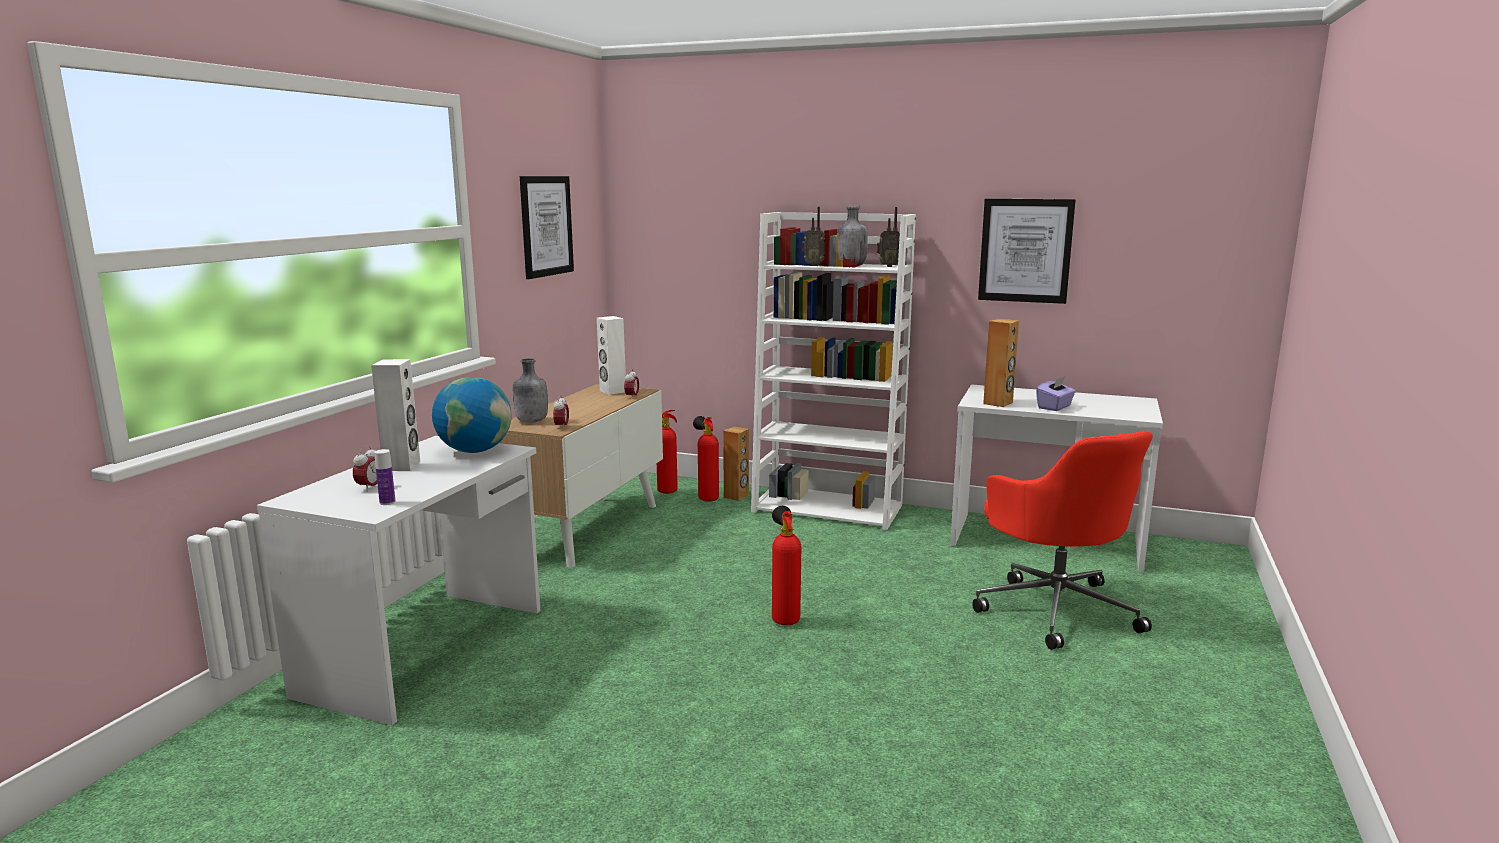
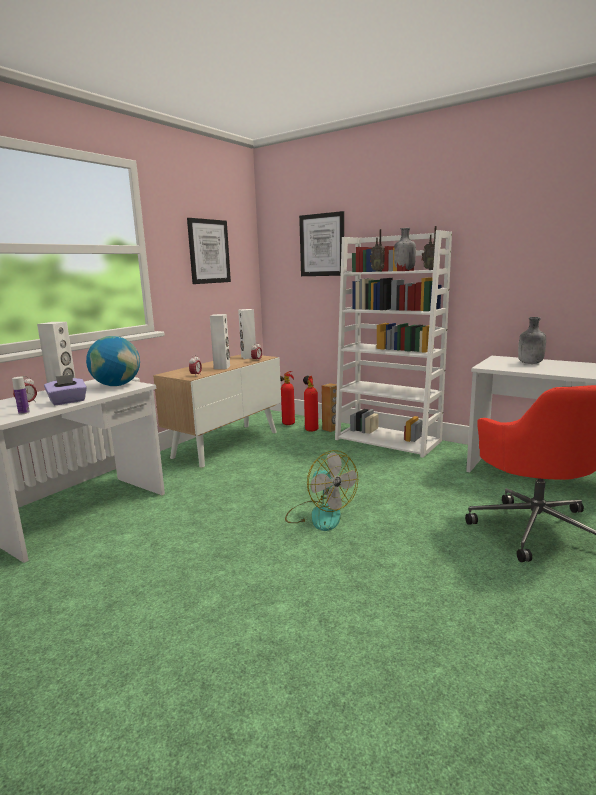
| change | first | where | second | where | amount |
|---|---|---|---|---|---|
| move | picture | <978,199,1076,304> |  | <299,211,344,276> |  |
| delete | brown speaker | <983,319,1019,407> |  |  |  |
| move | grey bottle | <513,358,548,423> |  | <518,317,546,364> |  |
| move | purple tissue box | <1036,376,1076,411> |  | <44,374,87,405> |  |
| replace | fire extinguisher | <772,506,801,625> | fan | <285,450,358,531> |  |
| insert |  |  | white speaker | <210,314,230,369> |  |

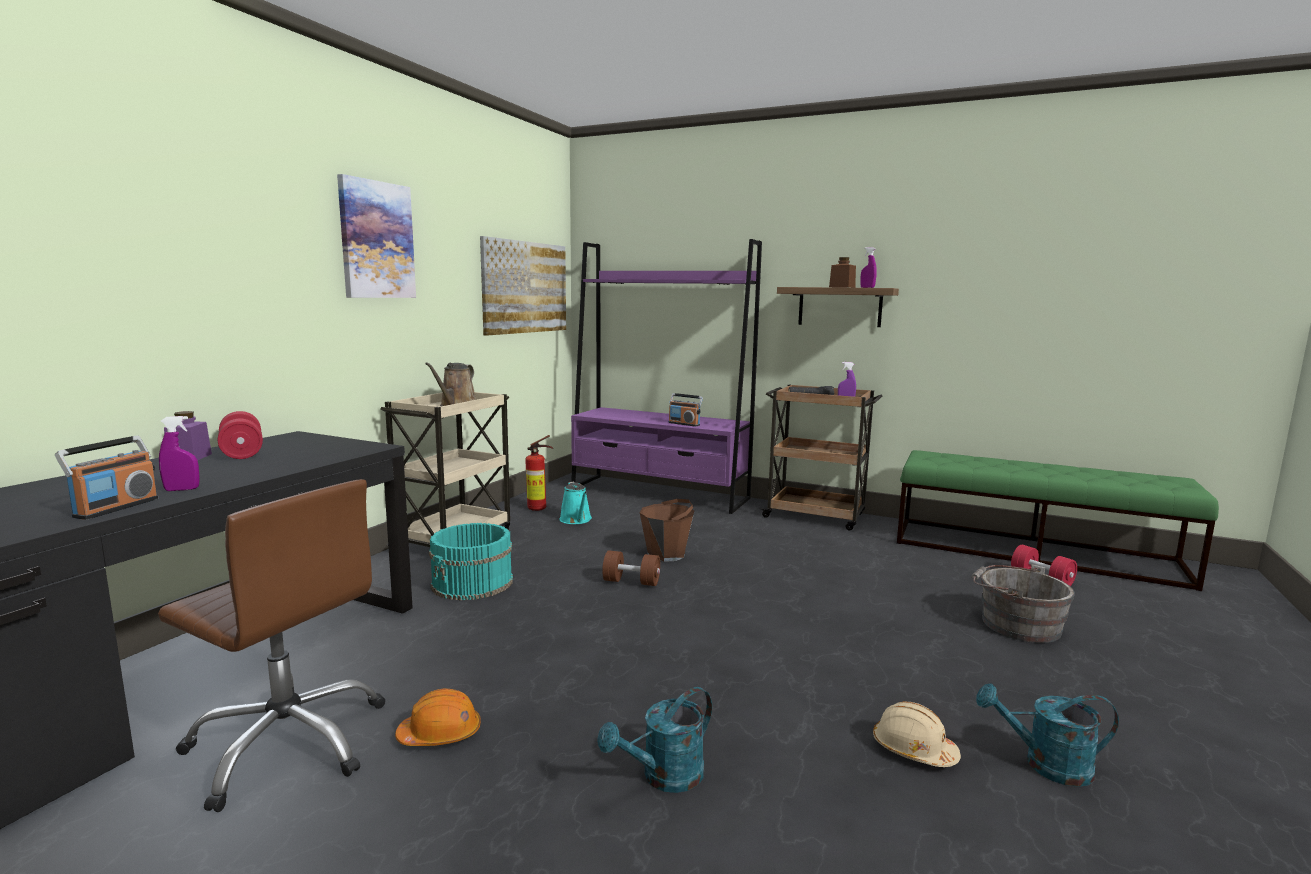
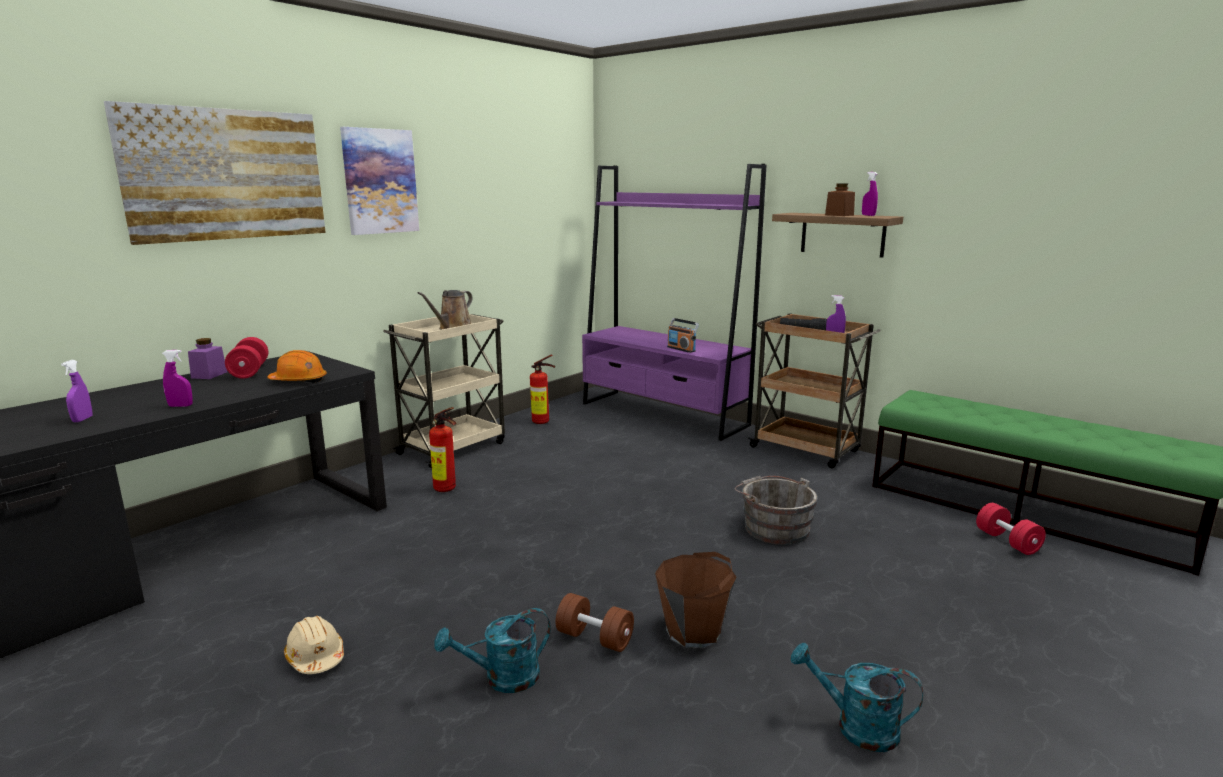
| change | first | where | second | where | amount |
|---|---|---|---|---|---|
| move | picture | <480,236,566,336> |  | <104,101,326,245> |  |
| delete | radio | <55,435,158,520> |  |  |  |
| delete | brown office chair | <158,479,385,812> |  |  |  |
| delete | turquoise watering can | <559,482,592,524> |  |  |  |
| move | brown bucket | <640,499,694,562> |  | <655,552,736,648> |  |
| replace | turquoise bucket | <429,523,513,601> | fire extinguisher | <429,407,456,492> |  |
| move | brown dumbbell | <602,550,660,586> |  | <555,593,634,652> |  |
| move | grey bucket | <971,564,1075,643> |  | <735,476,818,545> |  |
| move | orange hard hat | <395,689,481,746> |  | <267,350,327,383> |  |
| move | beige hard hat | <873,702,961,767> |  | <284,616,344,674> |  |
| insert |  |  | purple spray bottle | <61,360,93,422> |  |

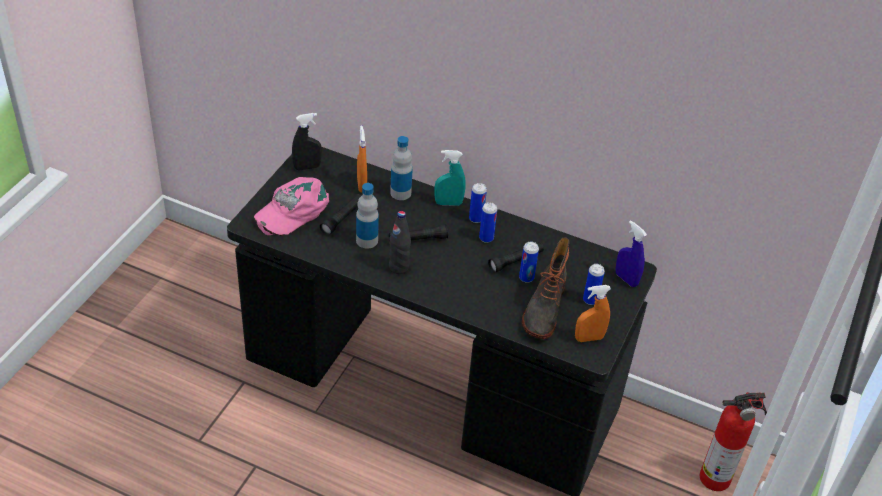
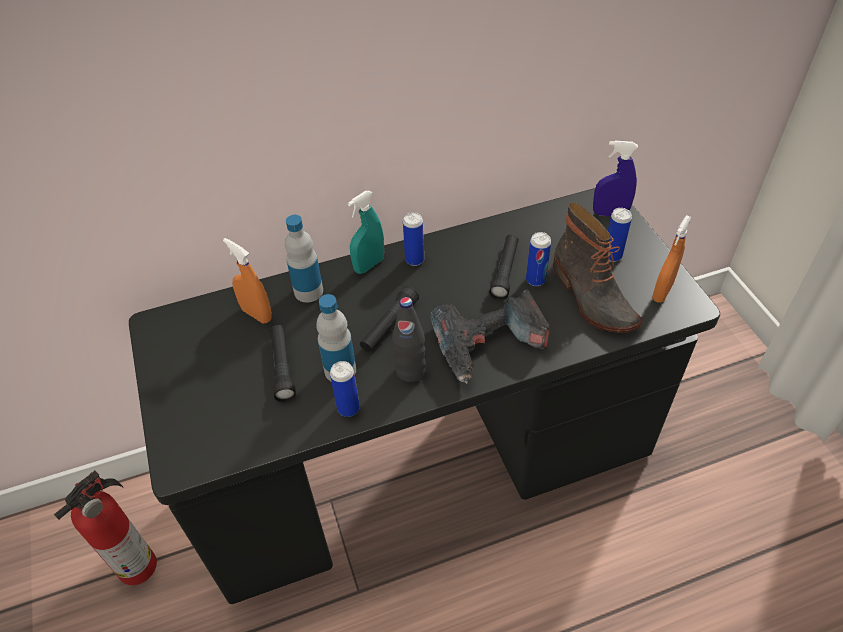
| change | first | where | second | where | amount |
|---|---|---|---|---|---|
| delete | black spray bottle | <292,113,322,170> |  |  |  |
| delete | pink cap | <254,177,329,236> |  |  |  |
| move | can | <479,202,497,243> |  | <330,361,360,417> |  |
| move | fire extinguisher | <700,392,767,491> |  | <54,470,157,585> |  |
| insert |  |  | power drill | <430,290,550,384> |  |

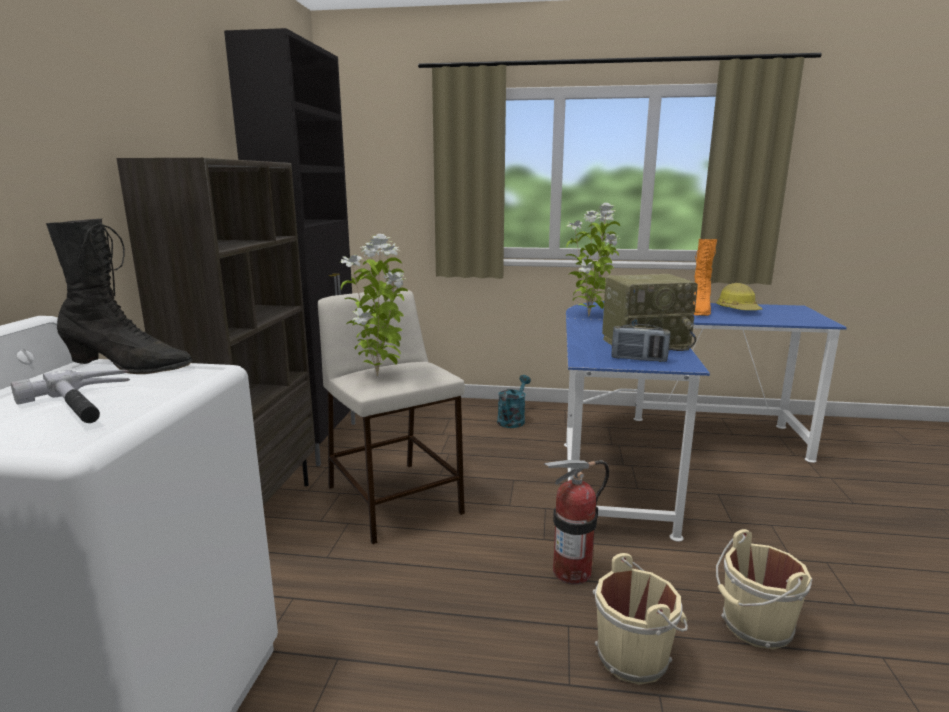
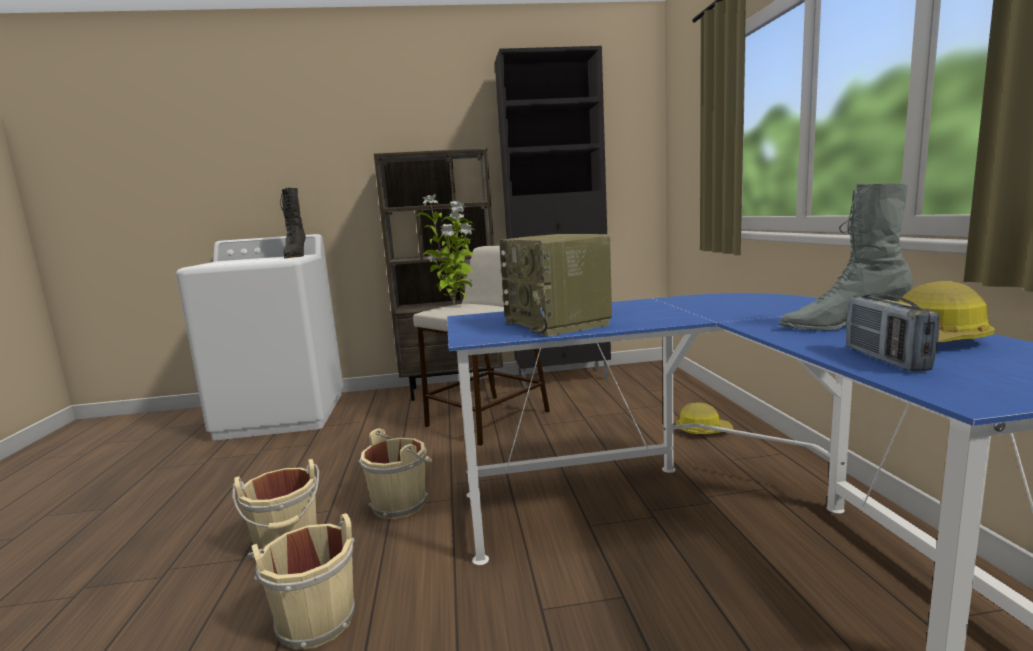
| change | first | where | second | where | amount |
|---|---|---|---|---|---|
| delete | potted plant | <566,203,620,317> |  |  |  |
| recolor | orange boot | <693,239,717,316> | grey boot | <779,184,913,331> |  |
| move | radio | <611,324,670,362> |  | <846,294,939,371> |  |
| delete | hammer | <11,370,130,423> |  |  |  |
| replace | turquoise watering can | <497,375,531,428> | hard hat | <676,403,733,434> |  |
| replace | fire extinguisher | <544,460,609,585> | beige bucket | <358,428,433,519> |  |

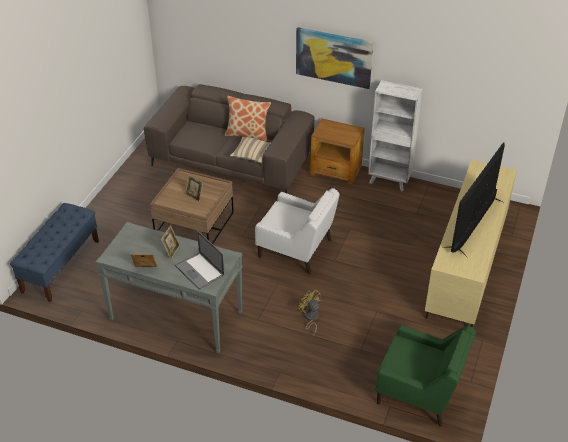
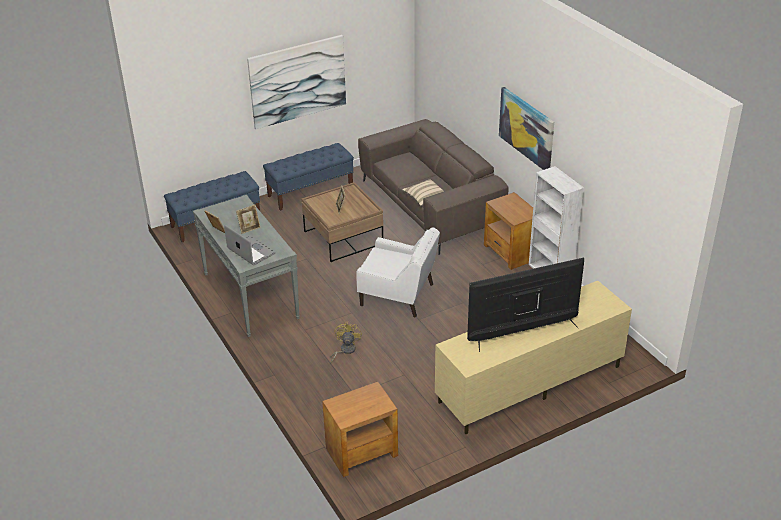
| change | first | where | second | where | amount |
|---|---|---|---|---|---|
| delete | pillow | <224,96,271,142> |  |  |  |
| rotate | white armchair | <255,188,340,274> |  | <356,227,440,318> | 45 degrees counterclockwise |
| rotate | laptop | <175,231,225,290> |  | <224,225,275,266> | 135 degrees clockwise |
| replace | green armchair | <376,325,476,426> | brown side table | <322,382,398,477> |  |
| insert |  |  | picture | <247,35,346,129> |  |
| insert |  |  | blue bench | <263,143,354,211> |  |

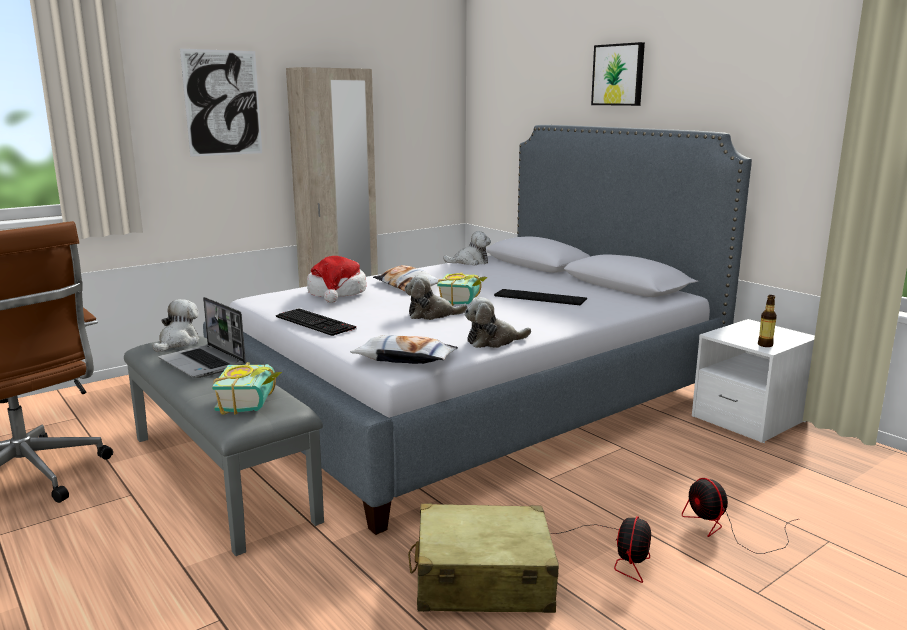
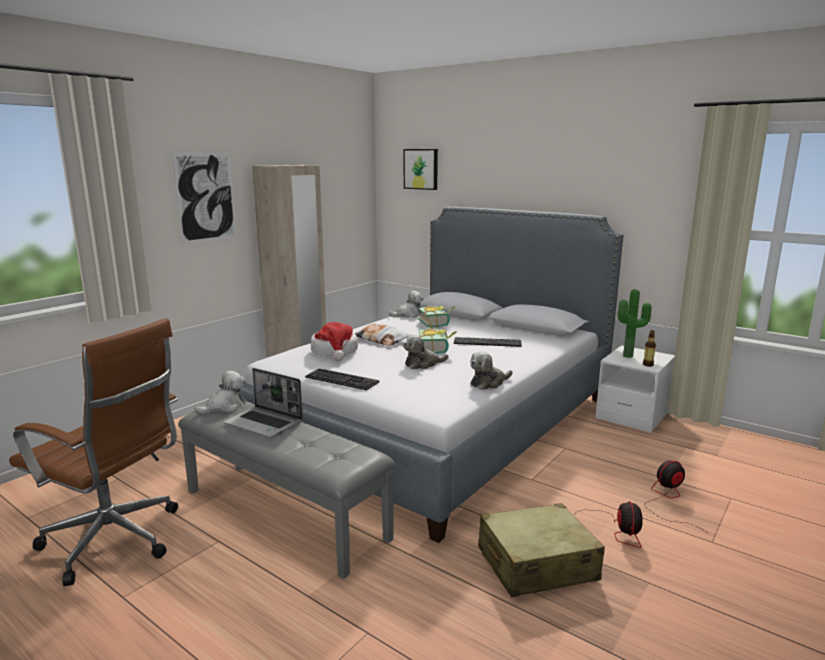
| change | first | where | second | where | amount |
|---|---|---|---|---|---|
| move | picture | <591,42,645,106> |  | <404,149,438,190> |  |
| rotate | plush toy | <153,299,199,352> |  | <195,371,245,414> | 45 degrees clockwise |
| delete | pillow | <350,335,458,364> |  |  |  |
| move | book | <212,362,282,415> |  | <418,306,454,329> |  |
| rotate | fan | <682,478,798,554> |  | <645,460,709,534> | 105 degrees clockwise |
| insert |  |  | potted plant | <618,289,652,358> |  |

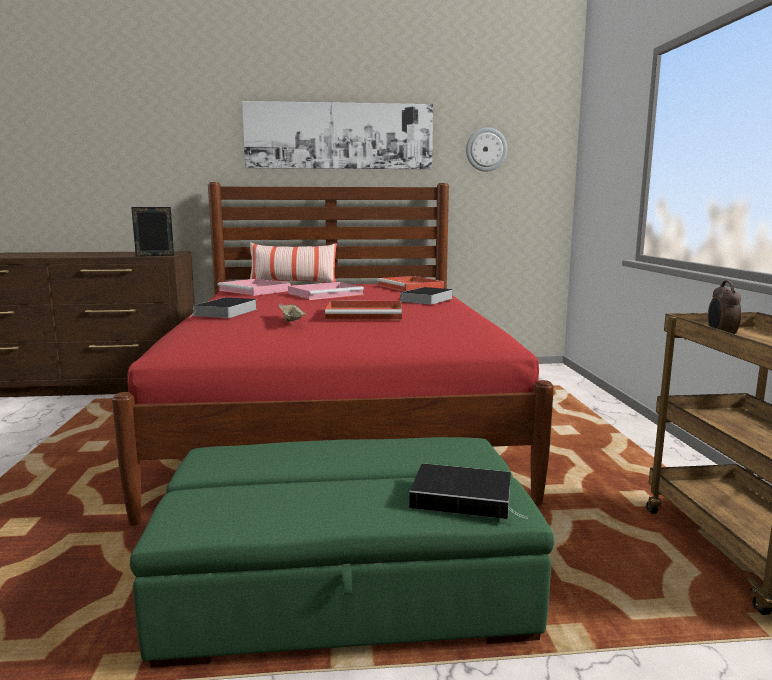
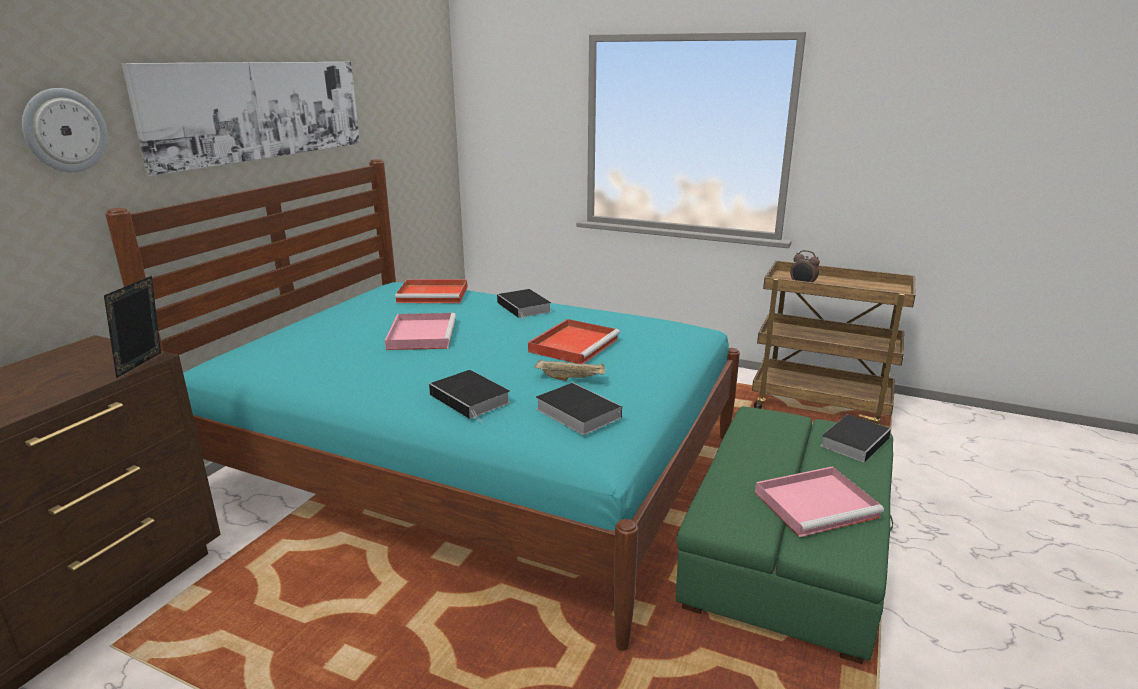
| change | first | where | second | where | amount |
|---|---|---|---|---|---|
| move | wall clock | <466,127,507,172> |  | <22,88,108,172> |  |
| recolor | red bed | <112,182,554,526> | turquoise bed | <105,159,740,651> |  |
| delete | pillow | <250,243,337,283> |  |  |  |
| move | pink tray | <217,279,290,296> |  | <755,466,884,537> |  |
| insert |  |  | book | <536,383,622,435> |  |

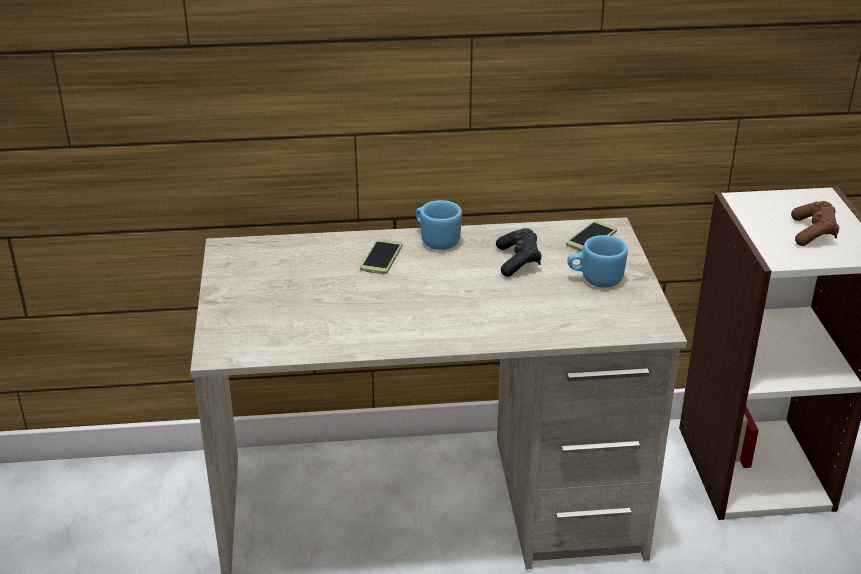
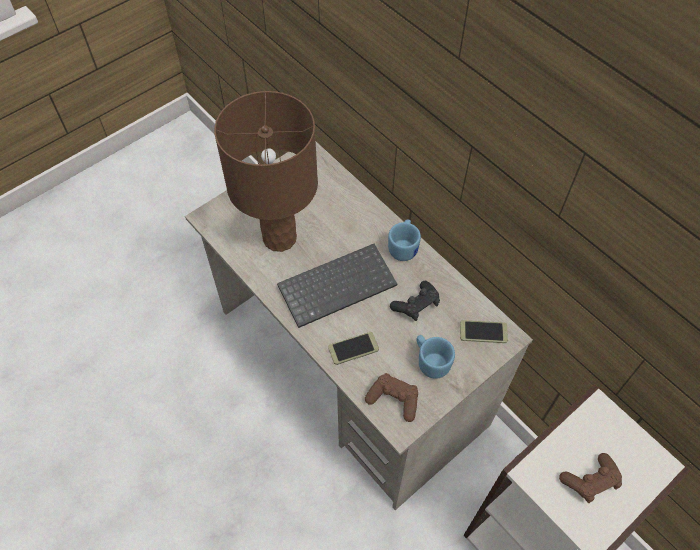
| change | first | where | second | where | amount |
|---|---|---|---|---|---|
| move | phone | <360,239,403,274> |  | <328,332,379,365> |  |
| insert |  |  | brown table lamp | <214,91,318,252> |  |
| insert |  |  | keyboard | <277,244,397,328> |  |
| insert |  |  | brown game controller | <365,373,418,422> |  |

